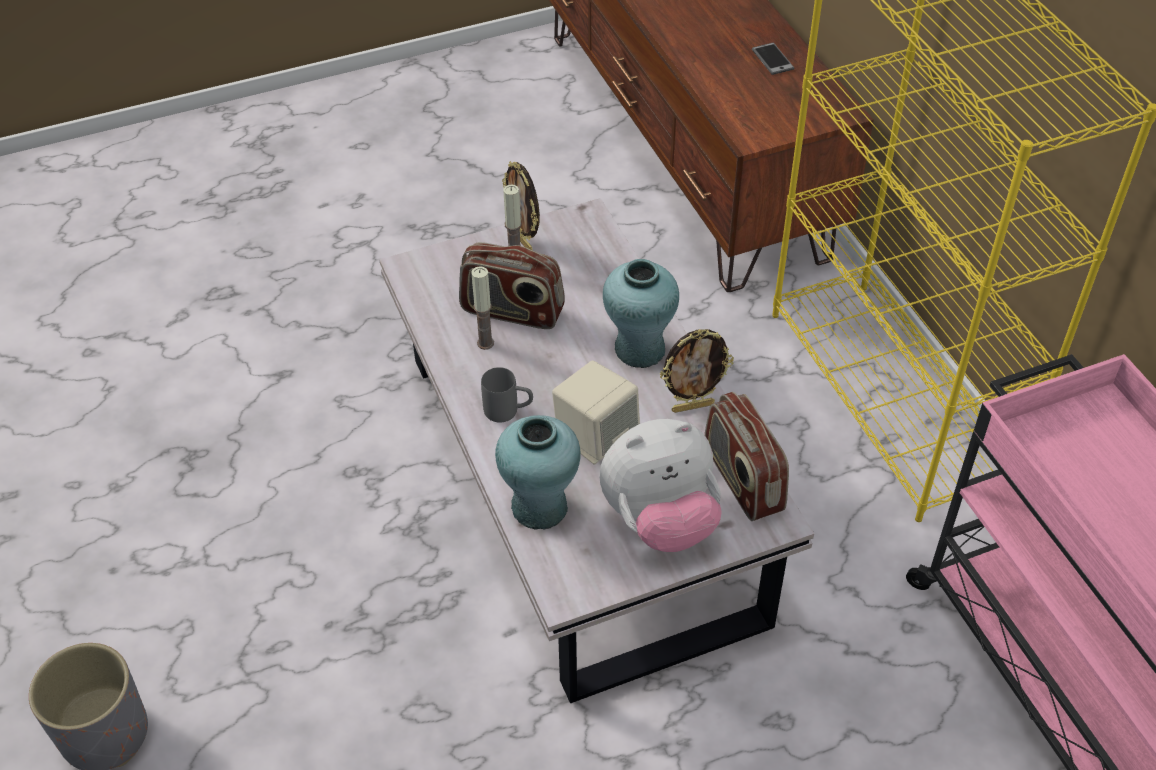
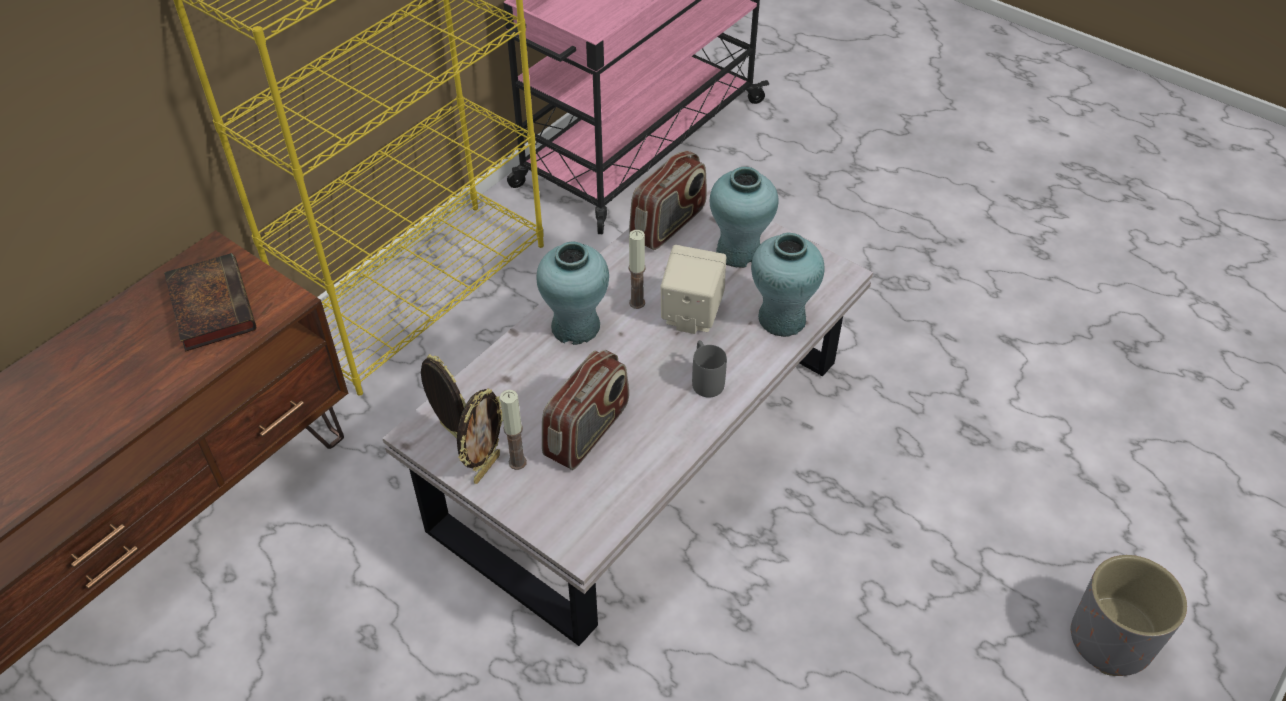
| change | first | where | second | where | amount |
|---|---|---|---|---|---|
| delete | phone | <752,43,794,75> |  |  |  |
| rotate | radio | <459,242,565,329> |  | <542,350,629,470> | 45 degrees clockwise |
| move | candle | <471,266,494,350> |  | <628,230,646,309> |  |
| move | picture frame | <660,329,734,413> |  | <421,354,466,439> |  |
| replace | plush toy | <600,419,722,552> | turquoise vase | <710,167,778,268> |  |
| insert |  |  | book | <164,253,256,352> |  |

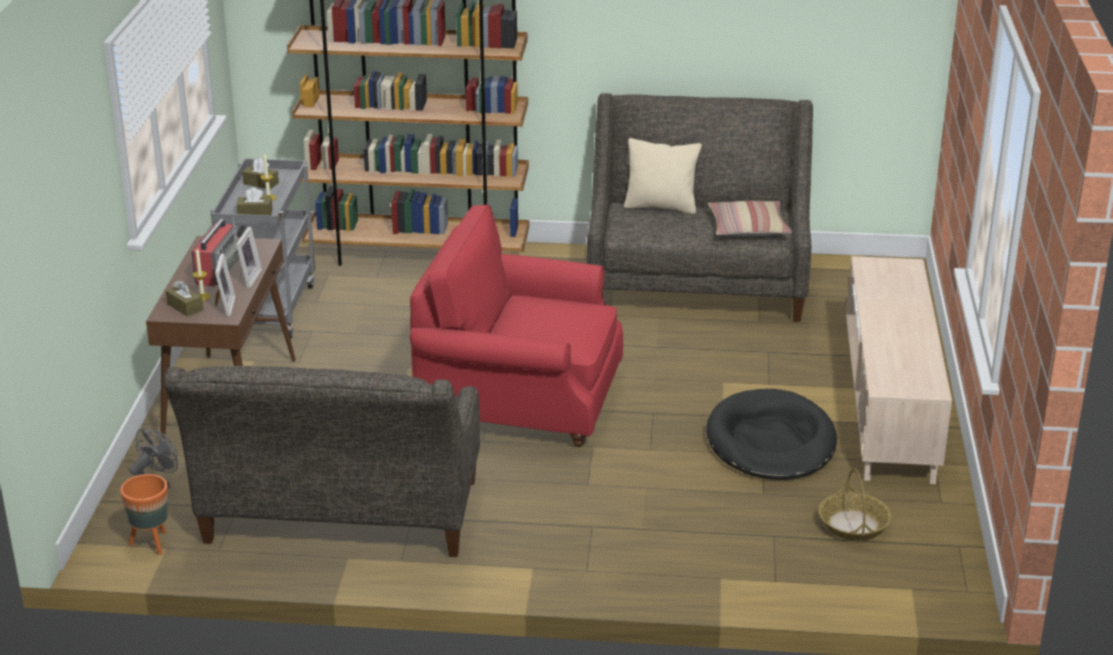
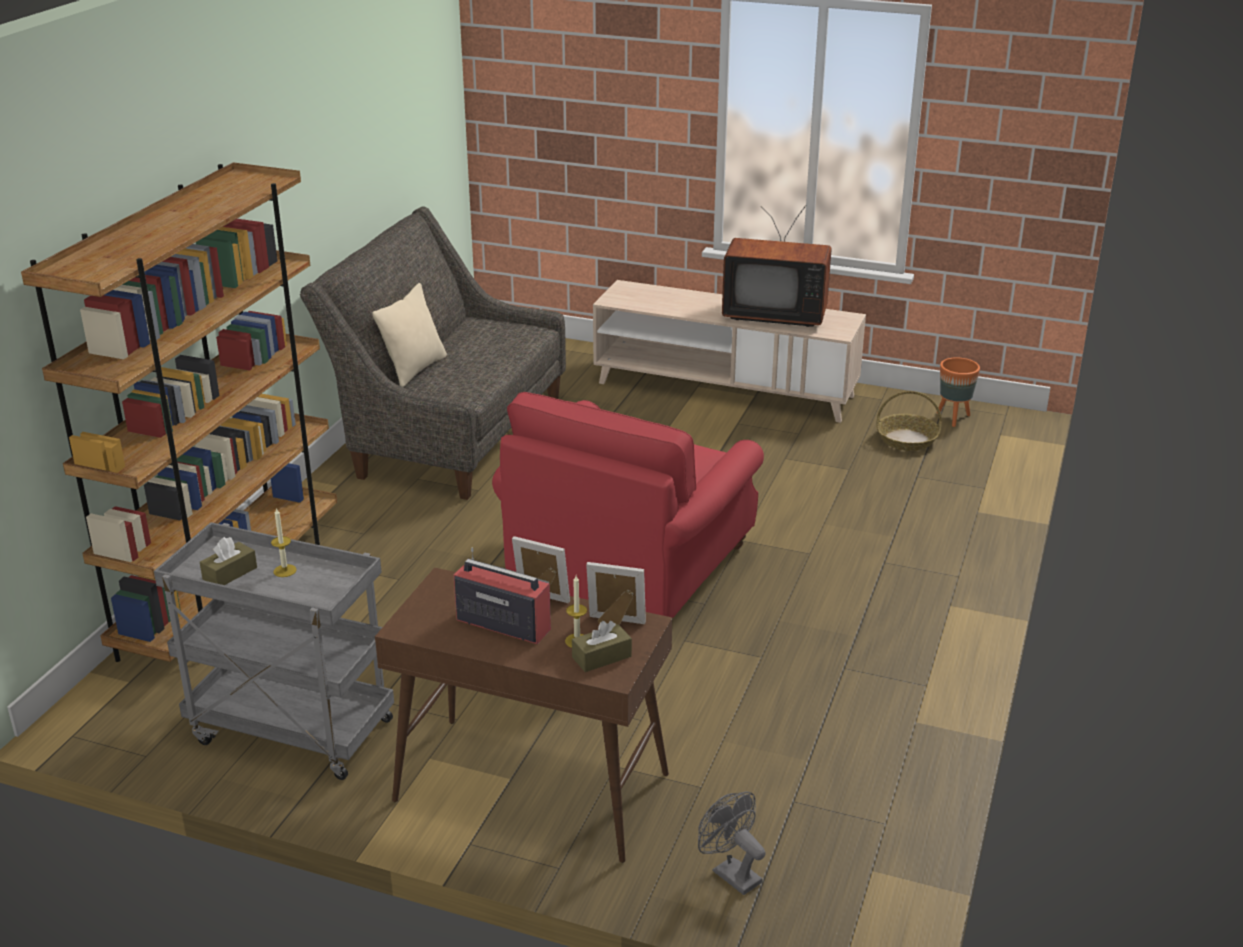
| change | first | where | second | where | amount |
|---|---|---|---|---|---|
| delete | brown tissue box | <237,187,272,215> |  |  |  |
| delete | pillow | <708,201,792,236> |  |  |  |
| delete | grey sofa | <164,366,480,557> |  |  |  |
| delete | black dog bed | <706,389,837,480> |  |  |  |
| move | orange planter | <120,474,168,555> |  | <936,357,980,427> |  |
| insert |  |  | television | <722,205,832,327> |  |

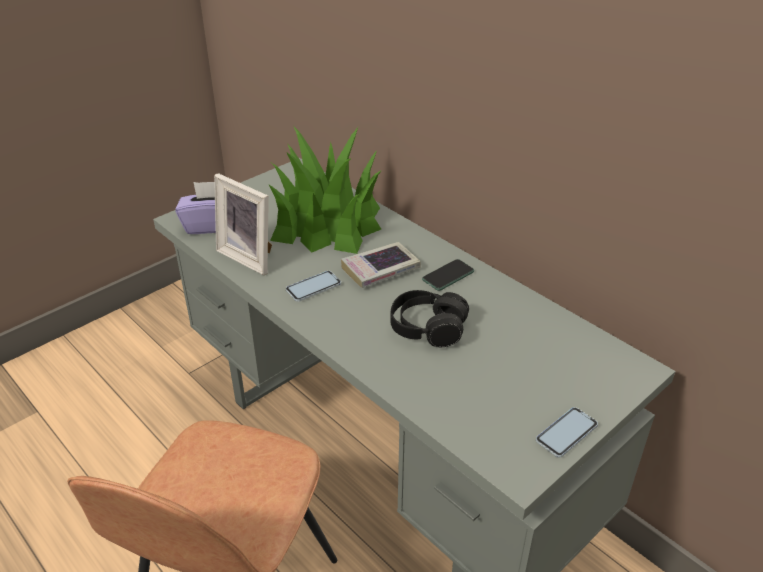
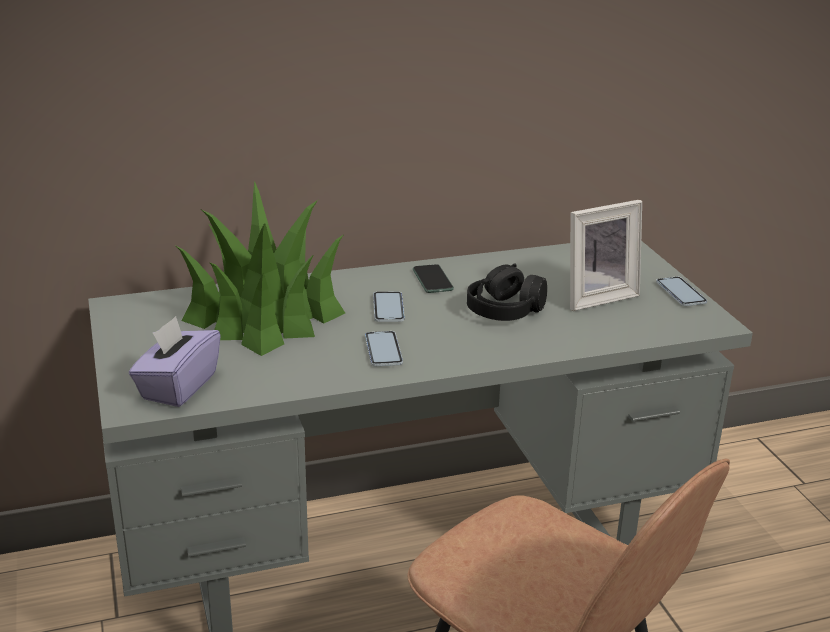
| change | first | where | second | where | amount |
|---|---|---|---|---|---|
| move | picture frame | <214,173,272,275> |  | <570,200,642,311> |  |
| replace | book | <341,242,421,288> | phone | <373,292,405,322> |  |

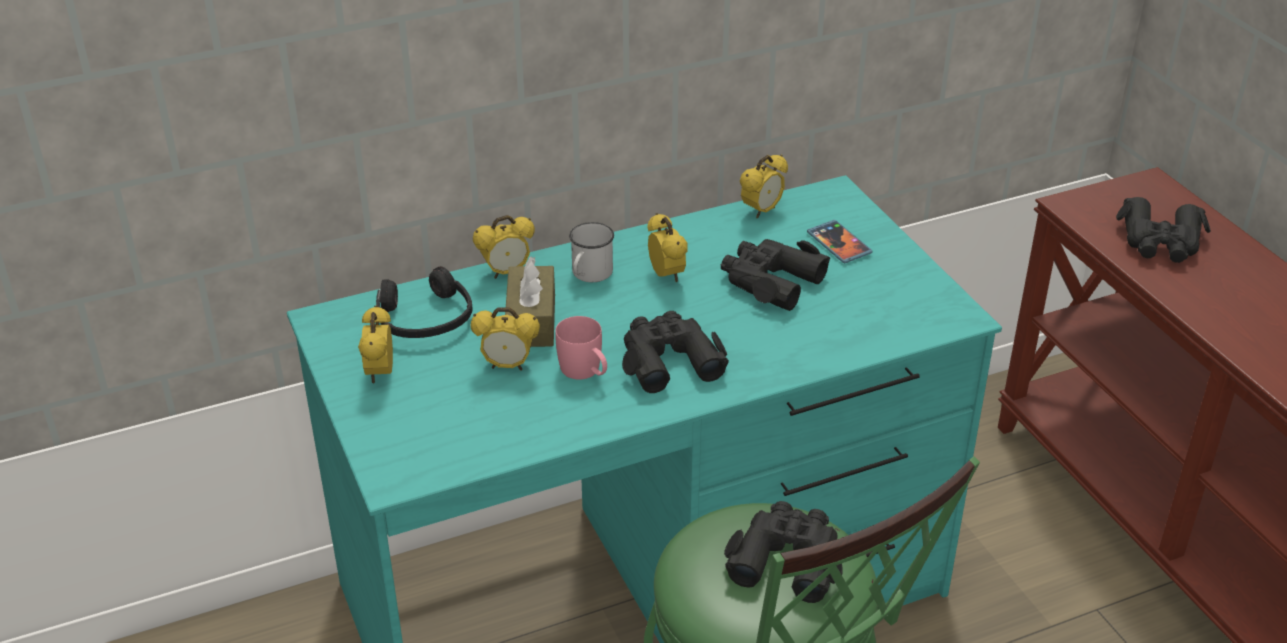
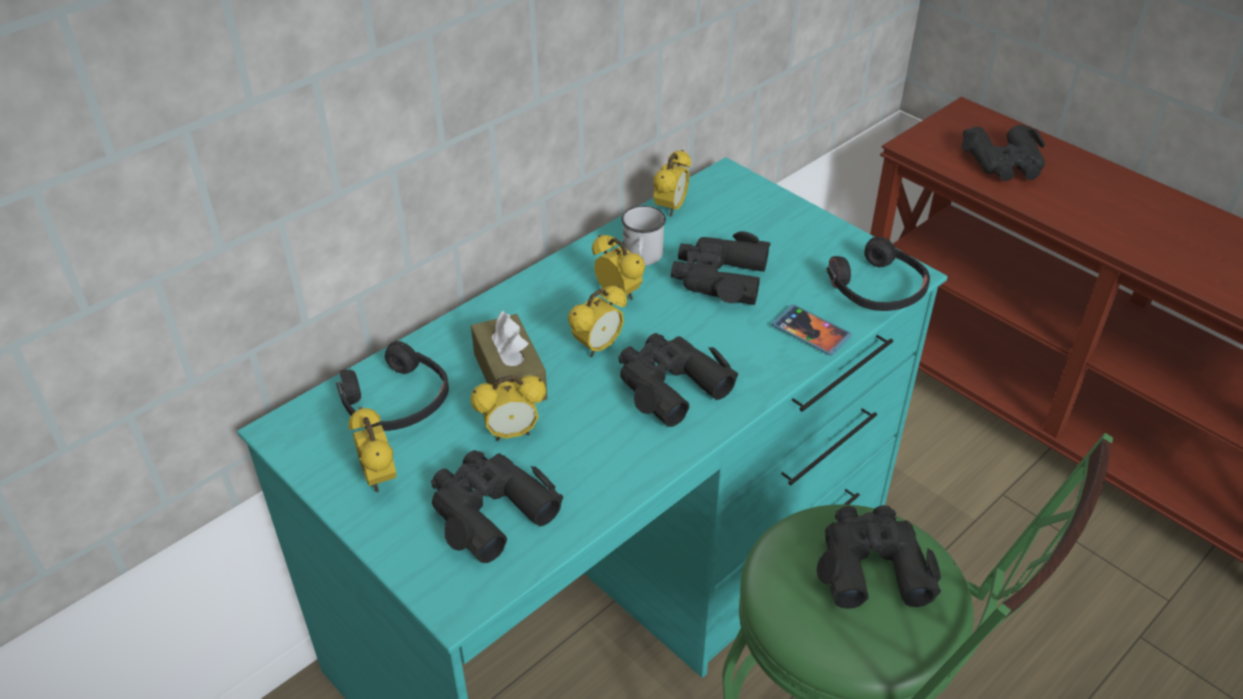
| change | first | where | second | where | amount |
|---|---|---|---|---|---|
| move | alarm clock | <473,215,535,279> |  | <568,286,627,357> |  |
| move | phone | <807,220,872,263> |  | <771,304,852,356> |  |
| move | white mug | <569,222,614,282> |  | <621,206,666,265> |  |
| delete | pink mug | <555,316,607,380> |  |  |  |
| insert |  |  | black headphones | <827,236,930,311> |  |
| insert |  |  | black binoculars | <431,450,563,563> |  |

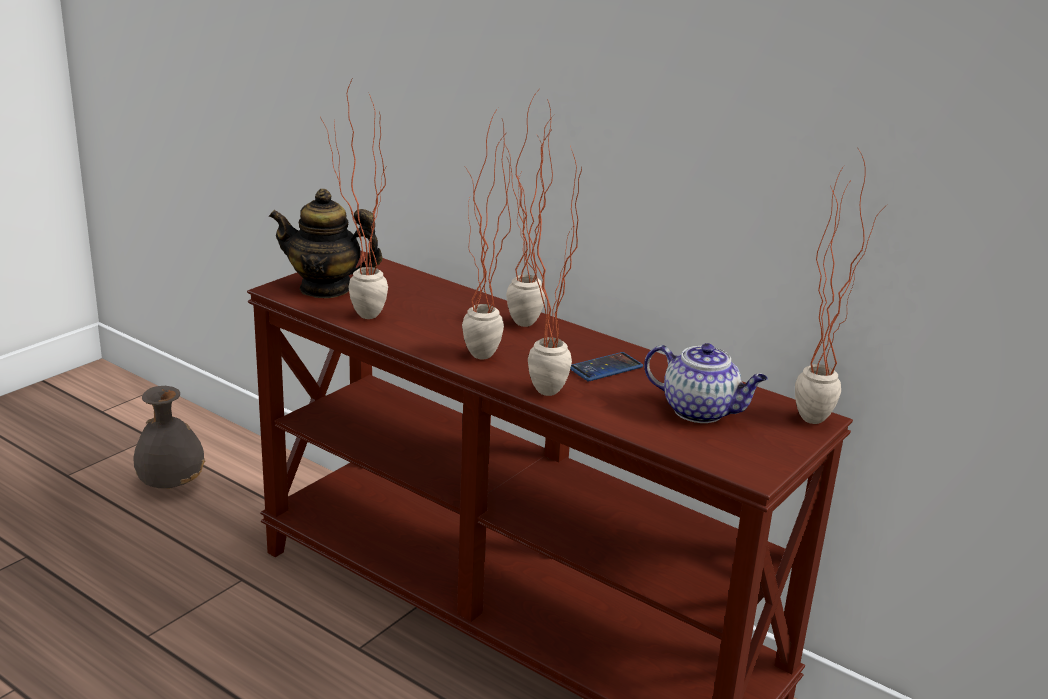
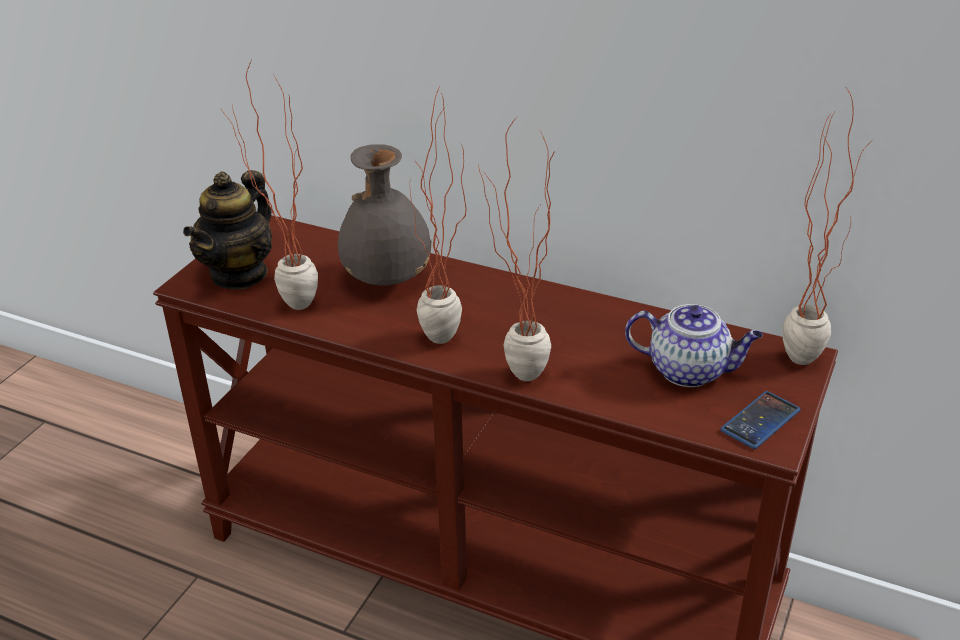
| change | first | where | second | where | amount |
|---|---|---|---|---|---|
| delete | potted plant | <504,91,554,327> |  |  |  |
| rotate | teapot | <269,189,383,298> |  | <183,170,272,290> | 60 degrees counterclockwise |
| move | phone | <570,352,643,381> |  | <720,391,801,449> |  |
| move | grey vase | <133,386,205,489> |  | <338,144,431,286> |  |

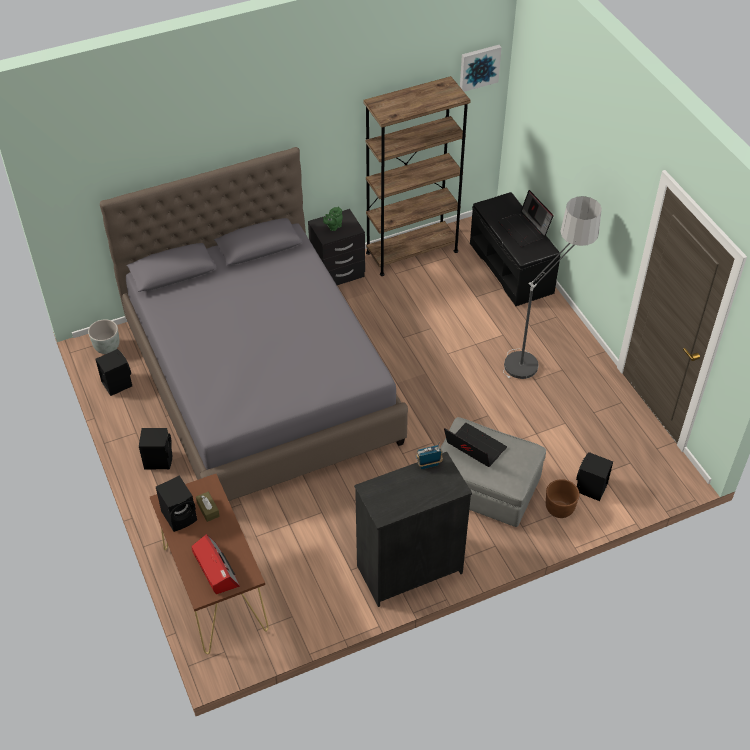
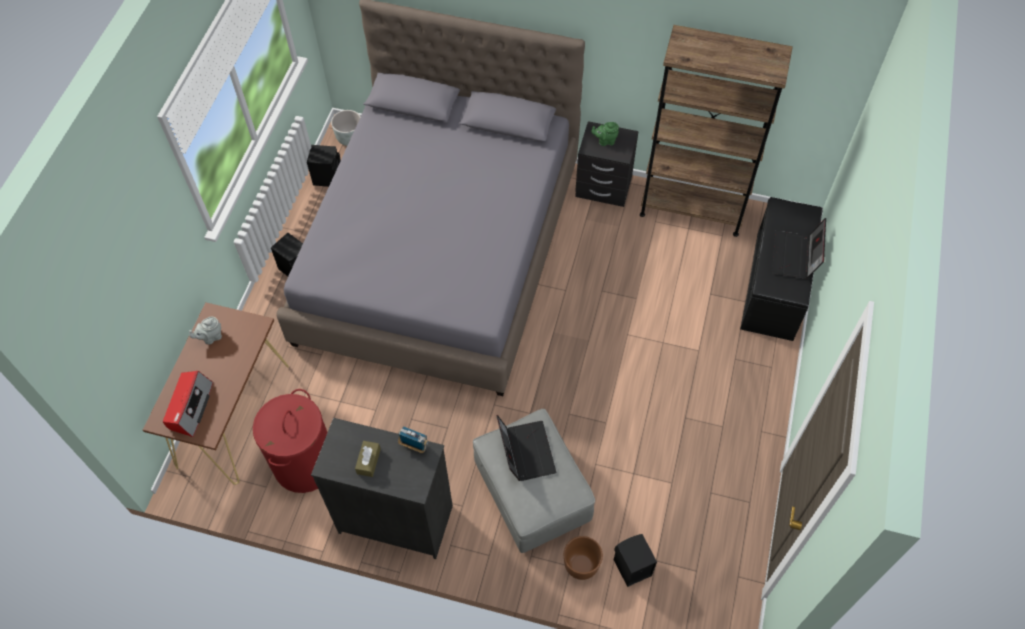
| change | first | where | second | where | amount |
|---|---|---|---|---|---|
| delete | picture | <460,45,502,92> |  |  |  |
| delete | floor lamp | <503,196,602,379> |  |  |  |
| replace | black speaker | <156,476,197,532> | grey teapot | <189,317,222,344> |  |
| move | brown tissue box | <196,492,220,522> |  | <355,441,381,477> |  |
| insert |  |  | red laundry basket | <253,389,328,493> |  |

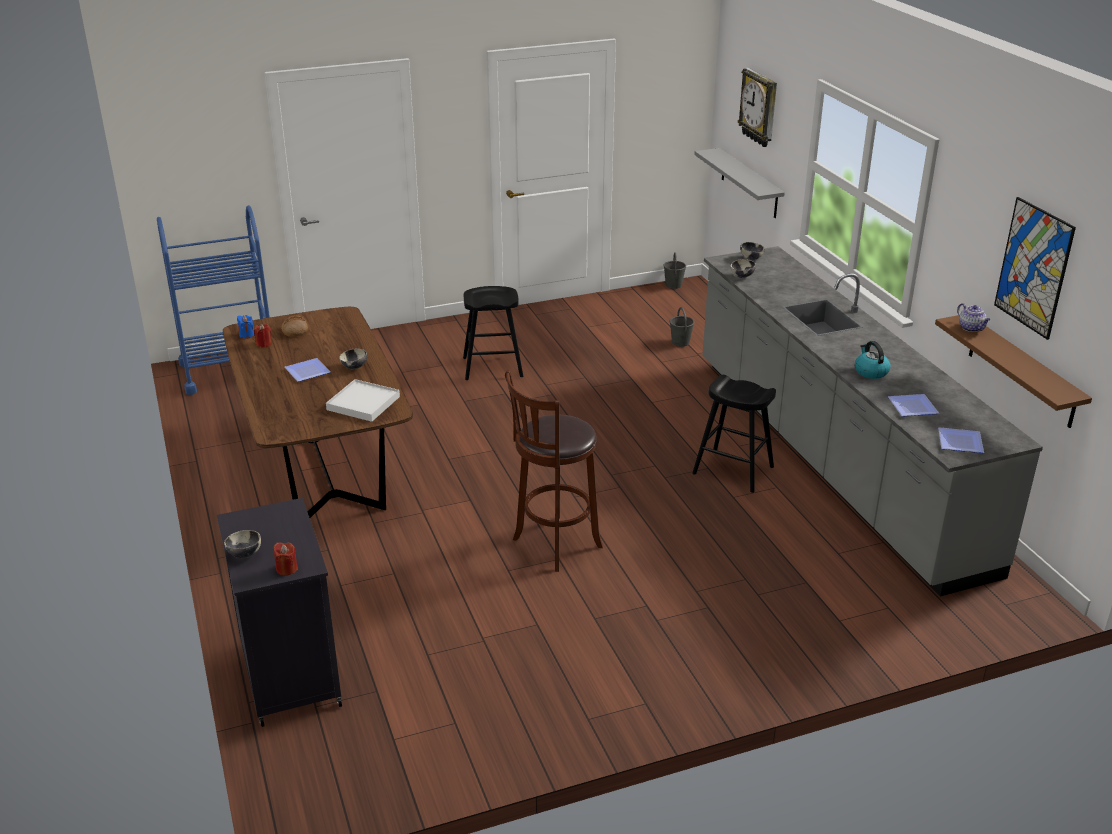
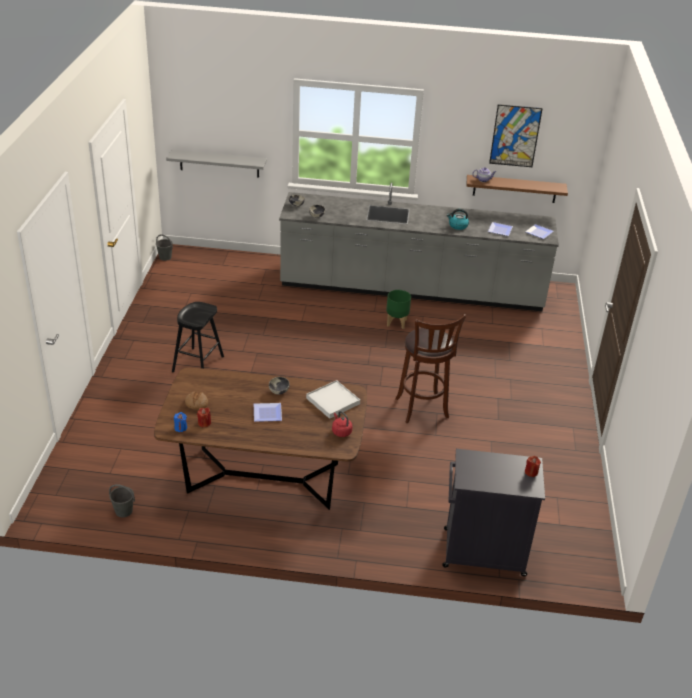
| change | first | where | second | where | amount |
|---|---|---|---|---|---|
| delete | wall clock | <738,68,777,147> |  |  |  |
| delete | blue cart | <157,205,270,395> |  |  |  |
| move | grey bucket | <670,307,694,347> |  | <109,484,135,517> |  |
| replace | black stool | <692,375,776,493> | green planter | <386,290,411,329> |  |
| delete | bowl | <224,530,261,558> |  |  |  |
| insert |  |  | red kettle | <332,411,352,437> |  |

